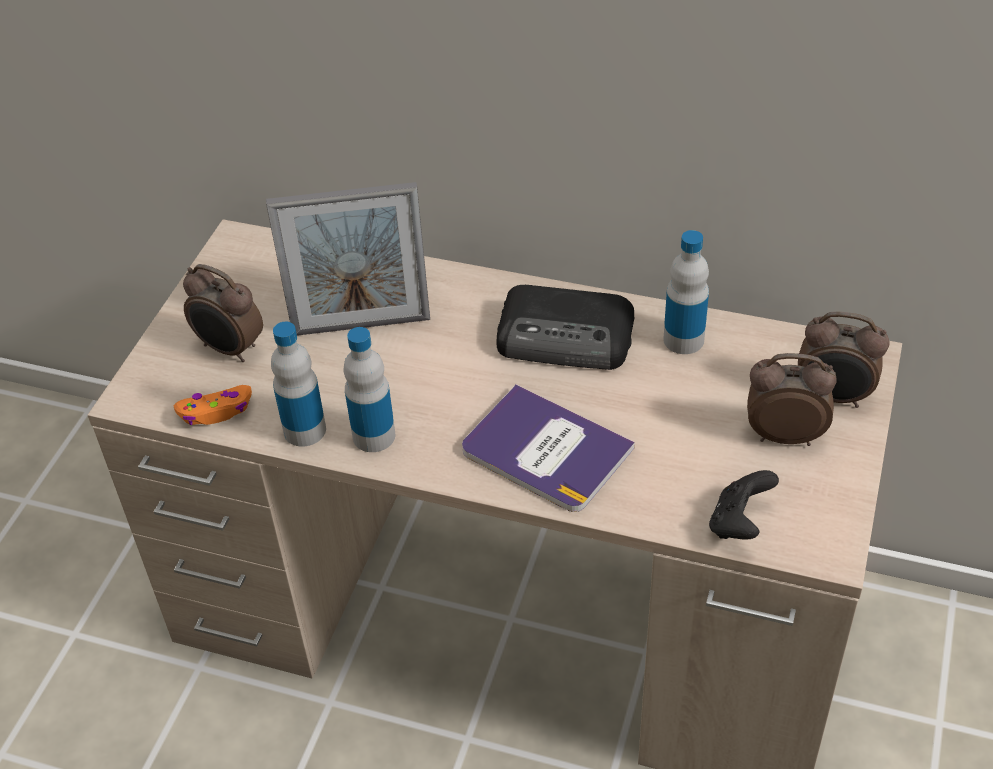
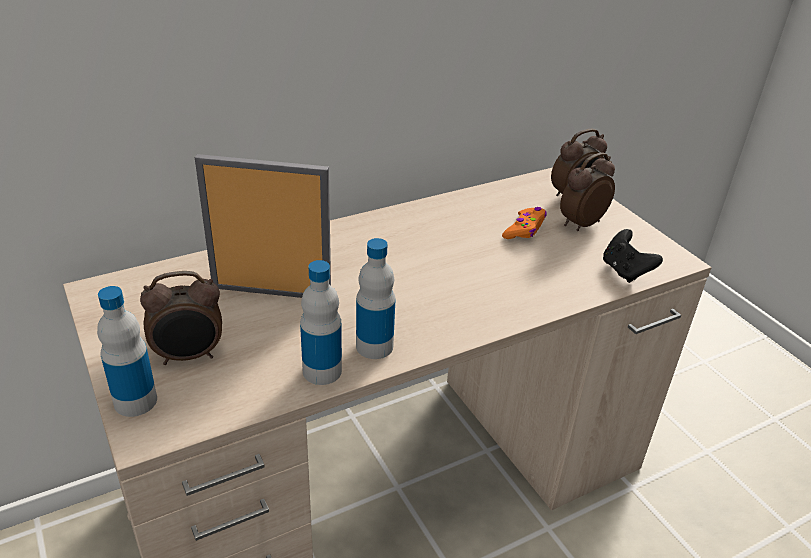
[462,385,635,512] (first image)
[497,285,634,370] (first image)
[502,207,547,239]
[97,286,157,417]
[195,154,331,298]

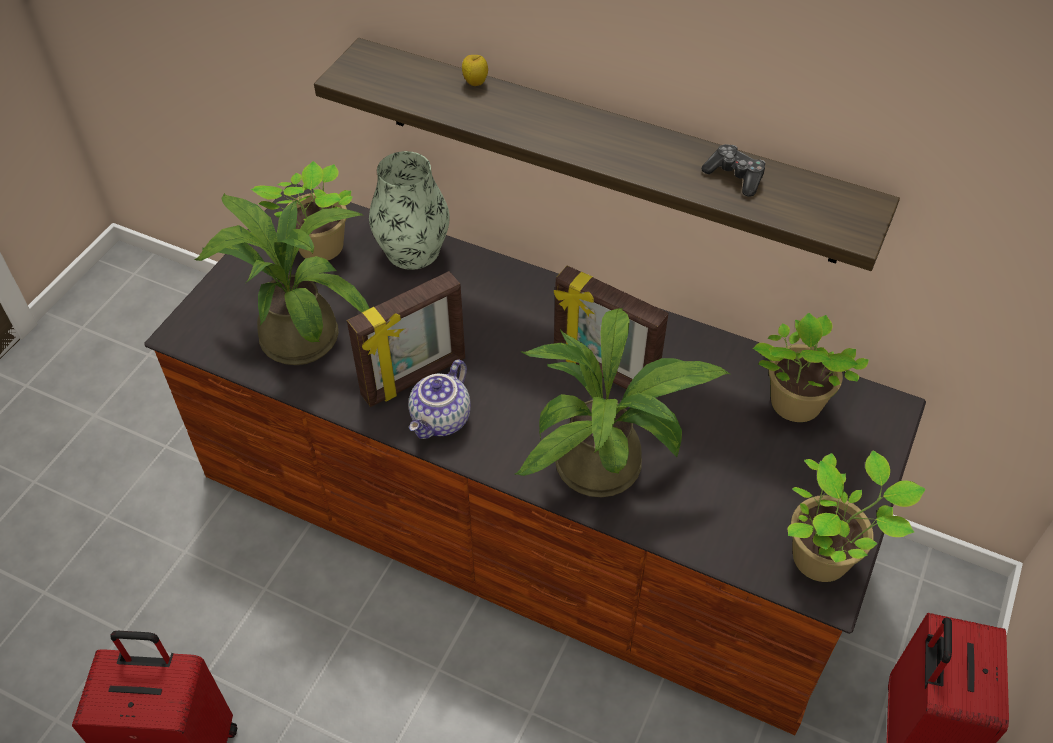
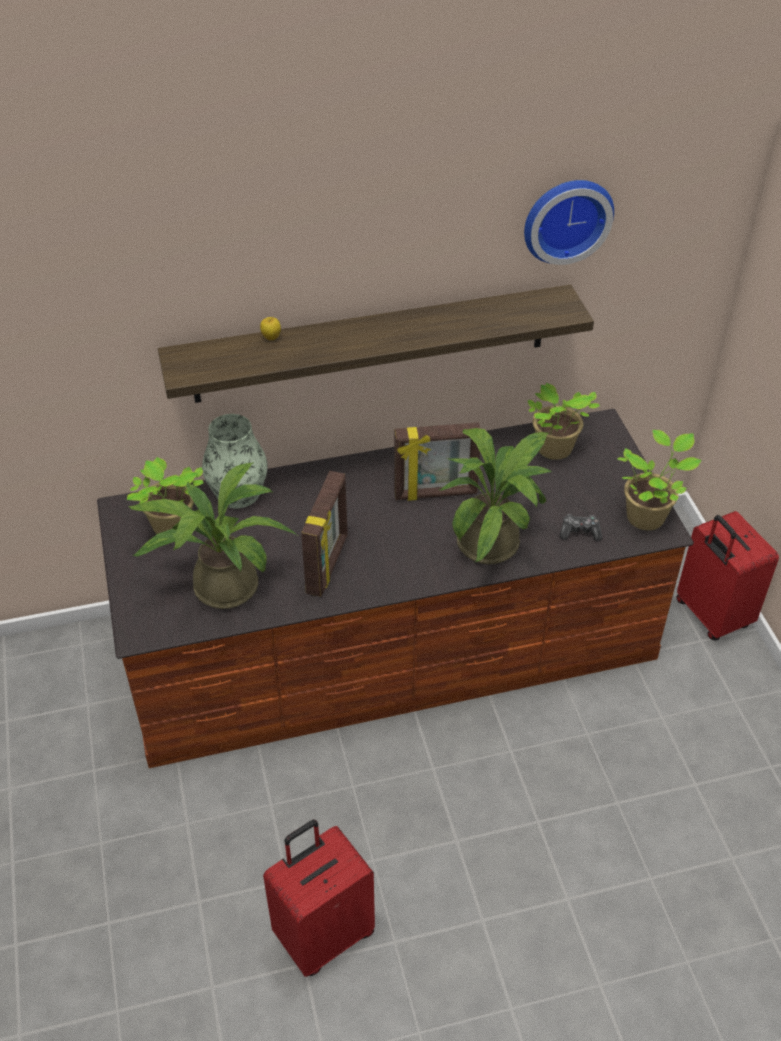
[409,359,471,439] (first image)
[524,180,614,265]
[560,514,602,541]

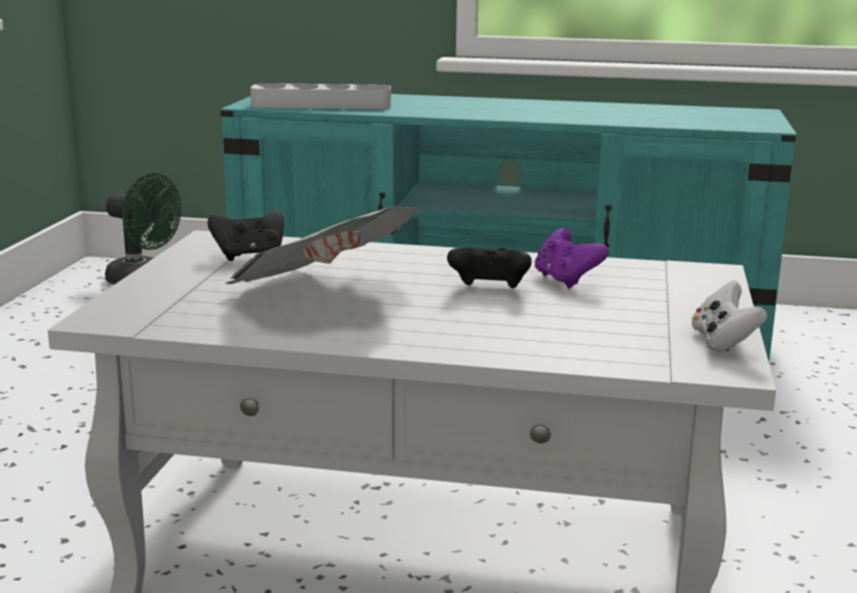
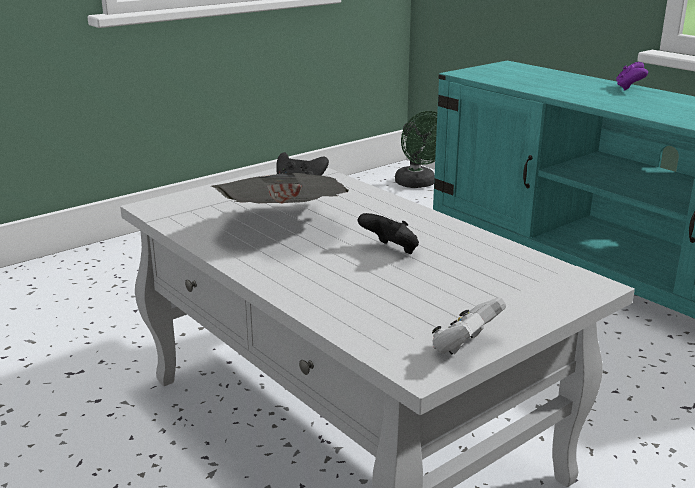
[250,83,391,109] (first image)
[616,62,648,91]

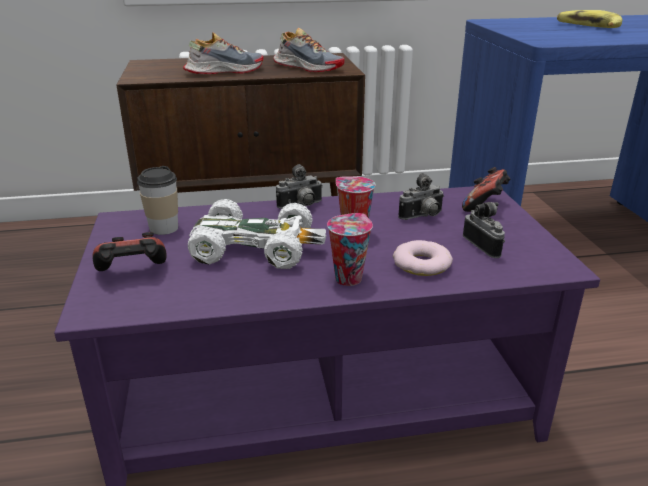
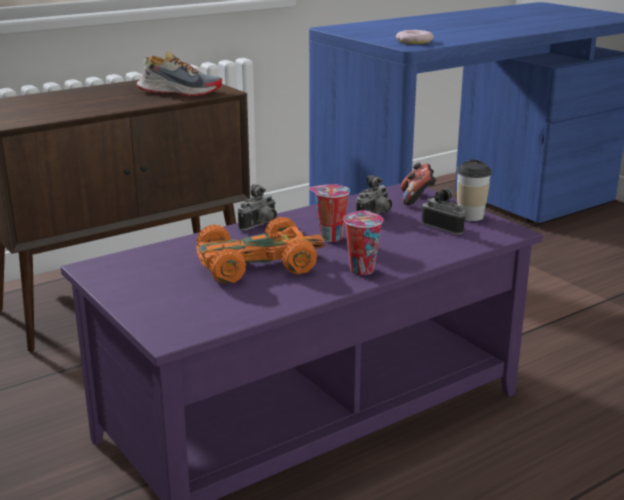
[93,232,167,271] (first image)
[183,32,264,74] (first image)
[557,10,622,28] (first image)
[457,160,491,221]
[396,30,434,44]
[196,217,325,284]

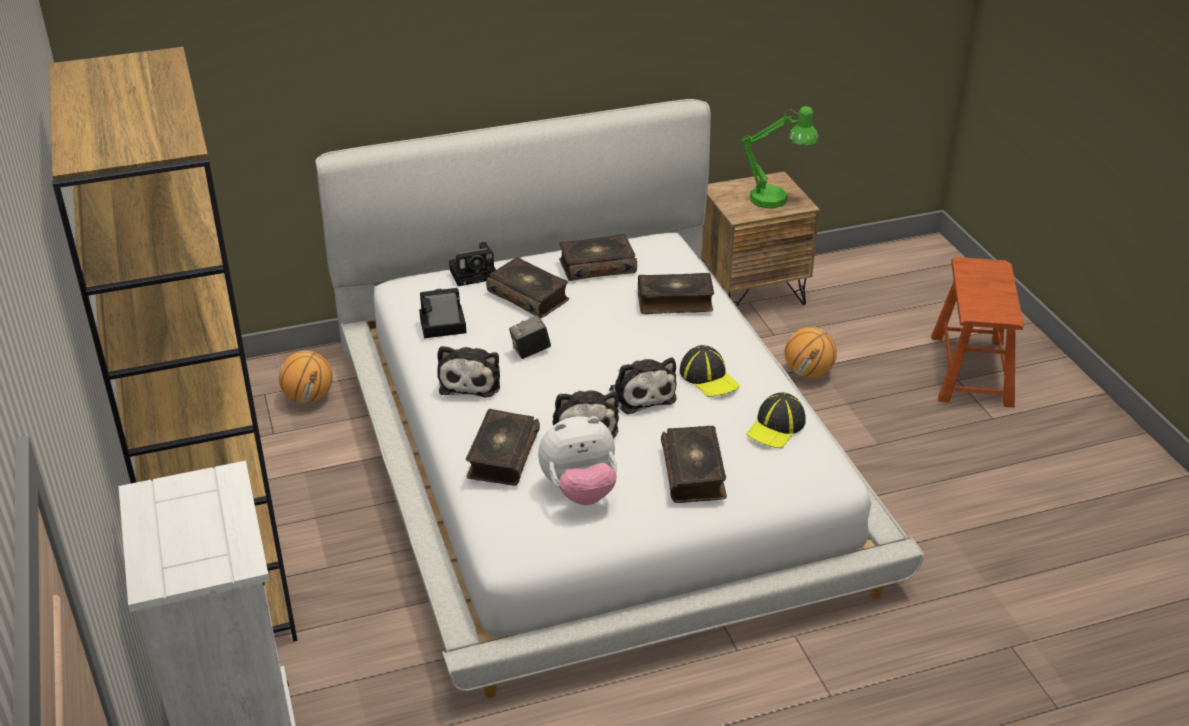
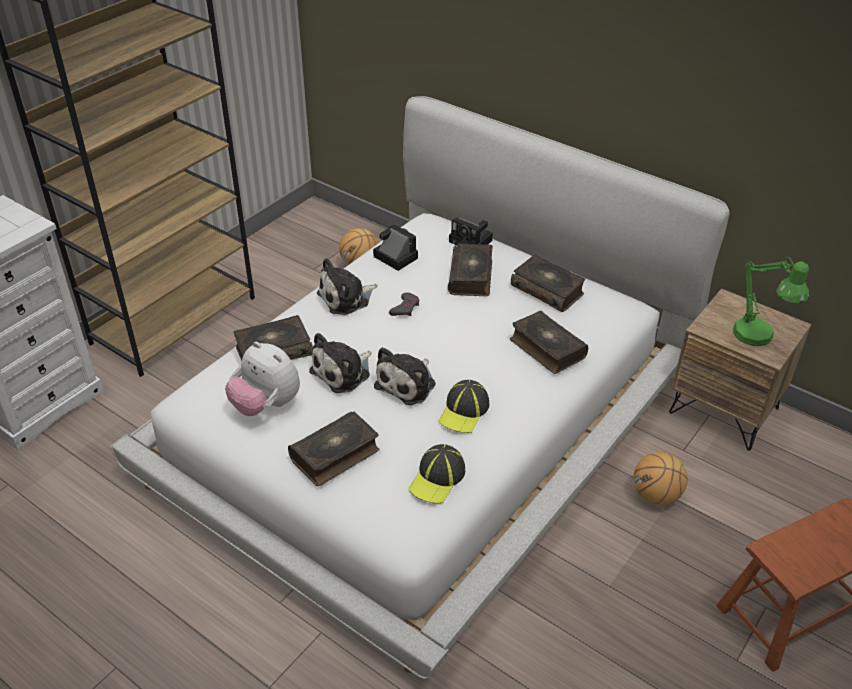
[389,292,419,316]
[408,444,465,504]

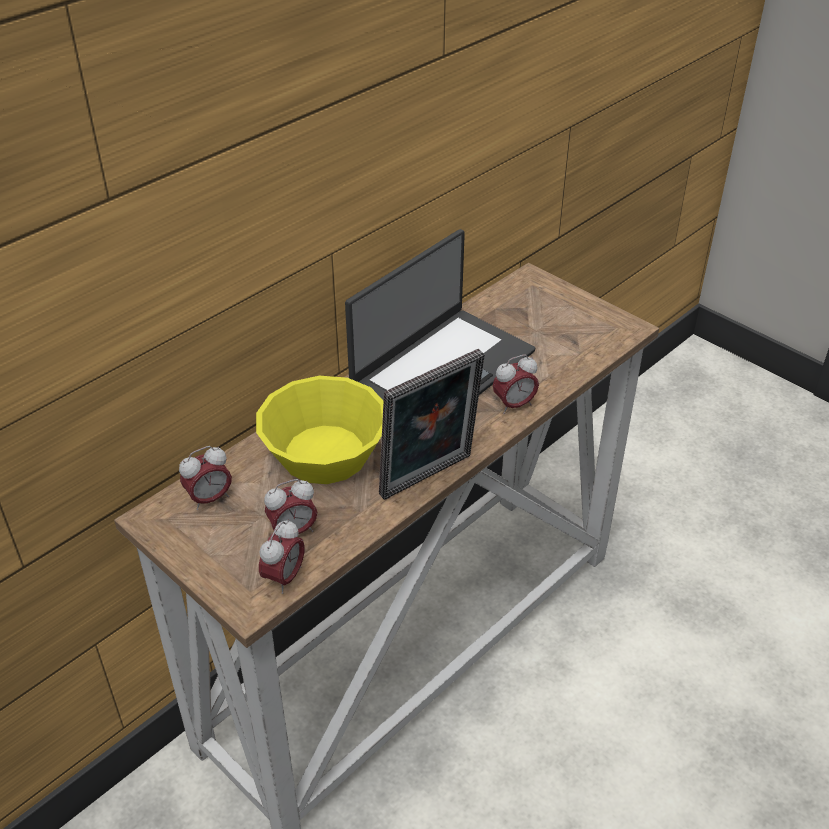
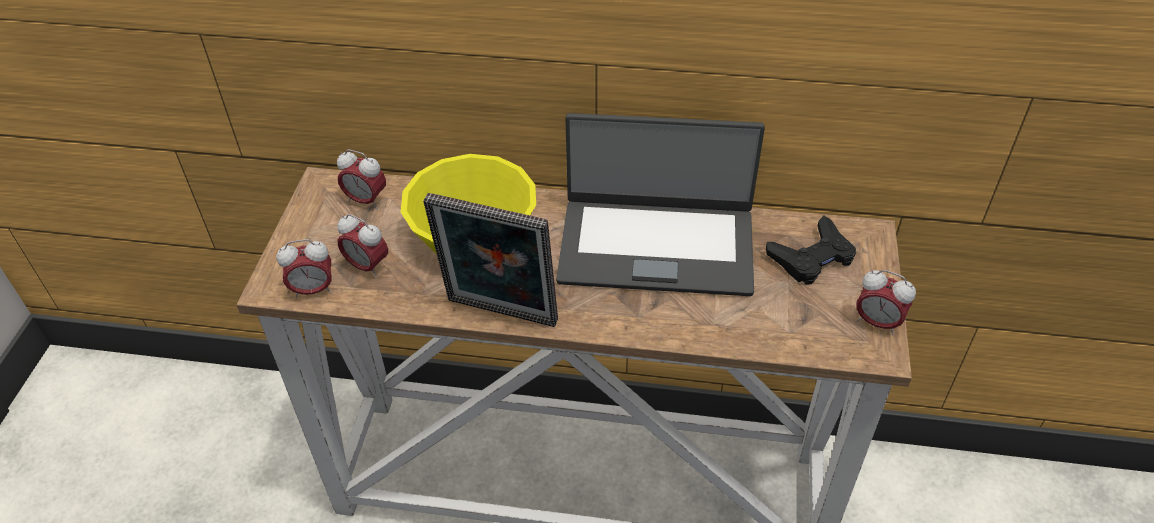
[766,216,857,285]
[856,270,916,335]

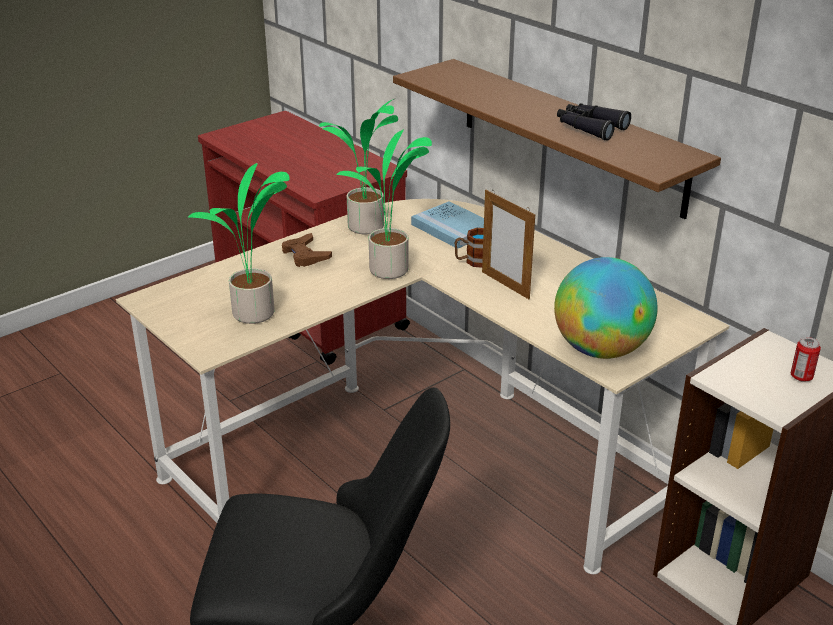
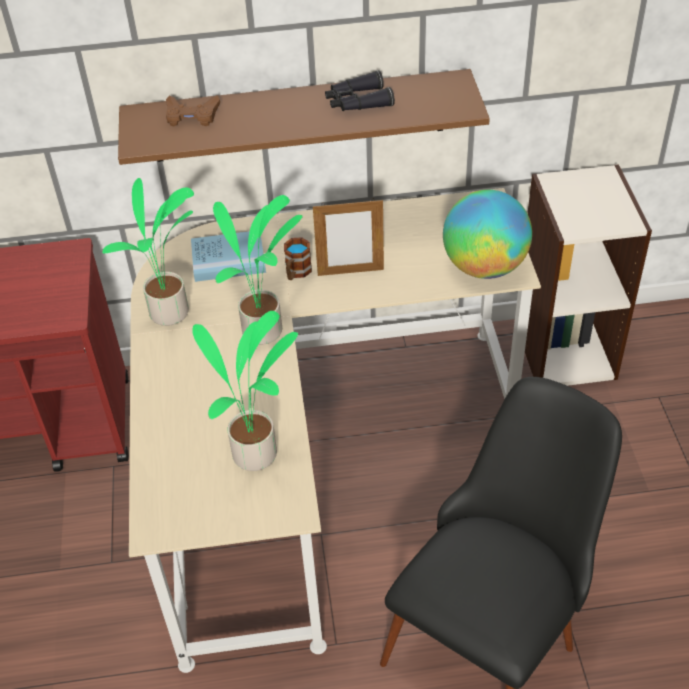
[791,337,821,382] (first image)
[166,95,220,127]

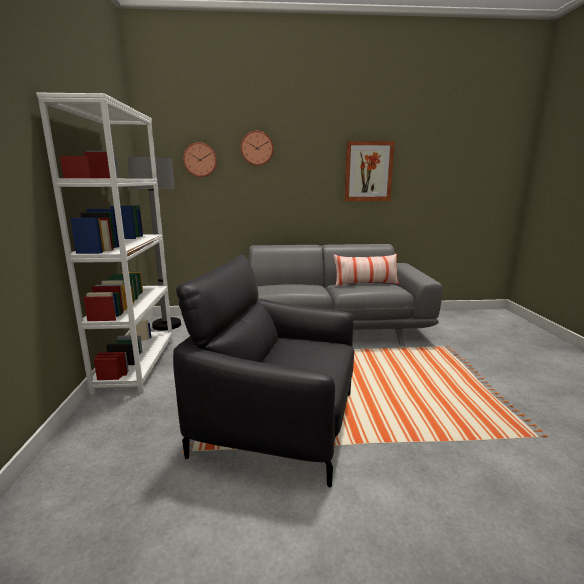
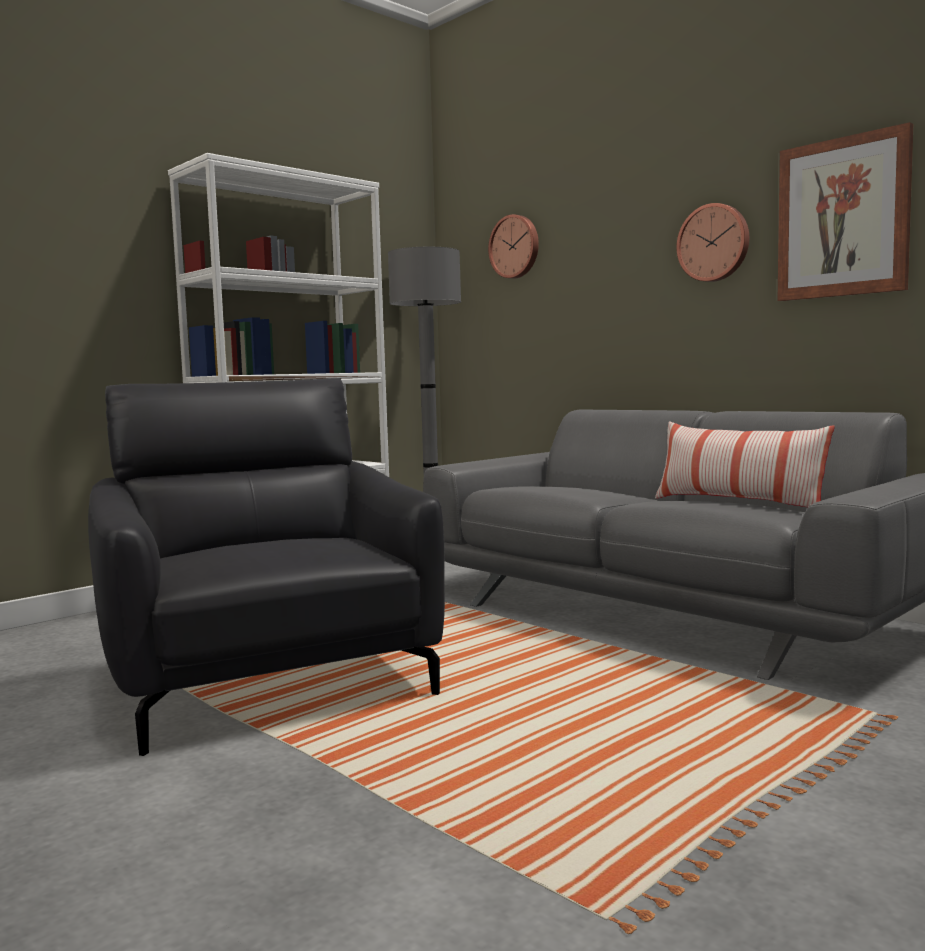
[676,203,749,282]

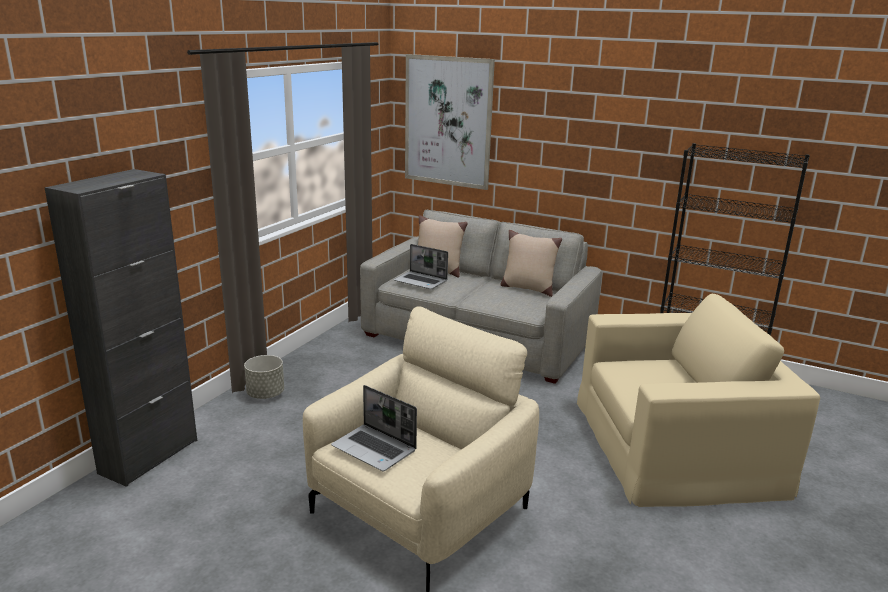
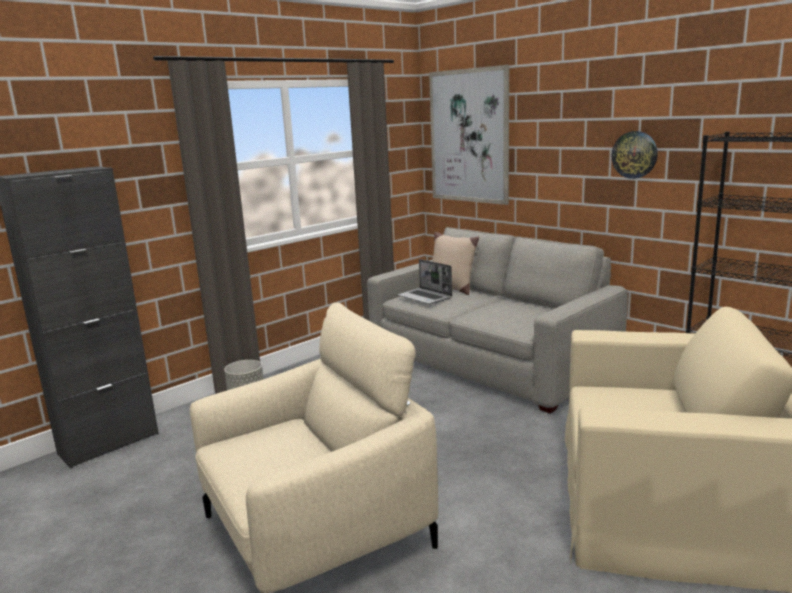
[331,385,417,471] (first image)
[501,230,562,297] (first image)
[612,131,658,179]

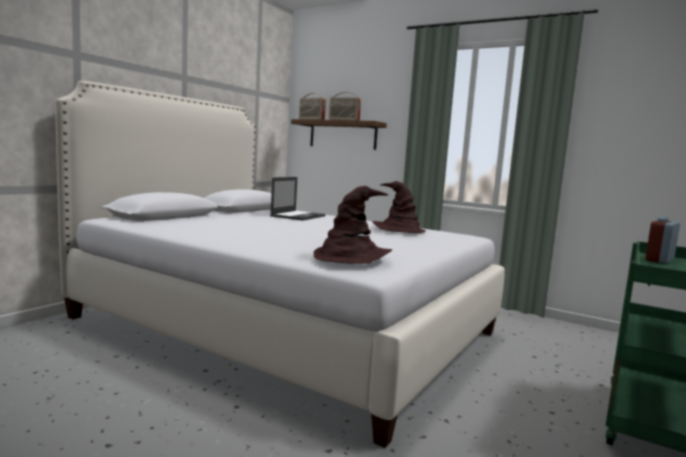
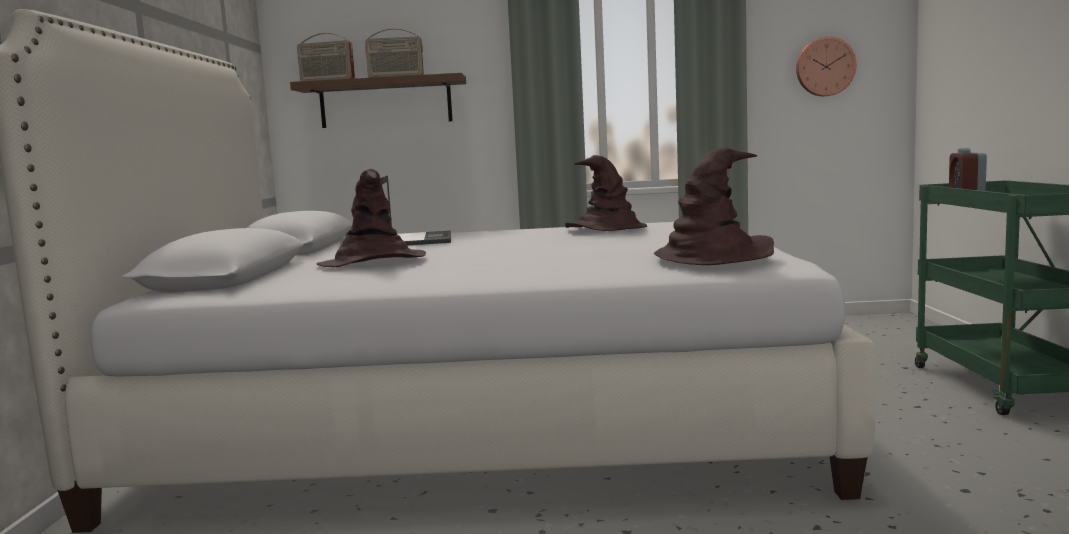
[317,169,426,267]
[796,37,856,96]

